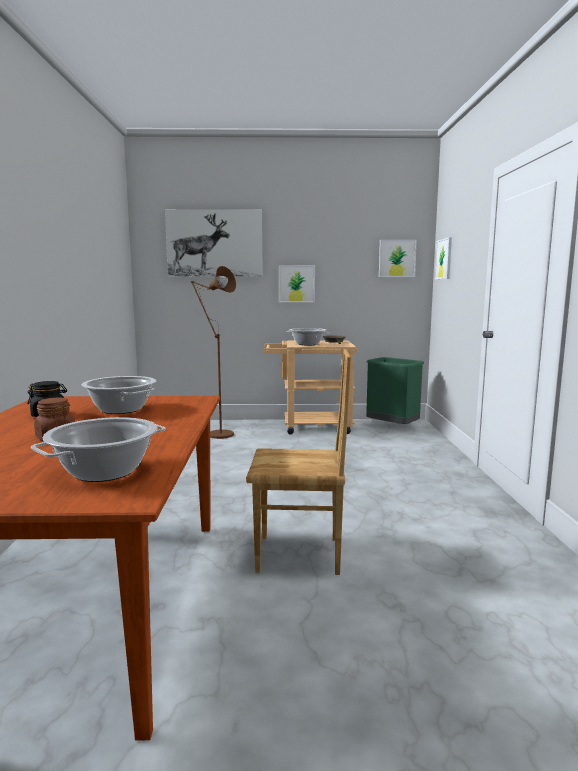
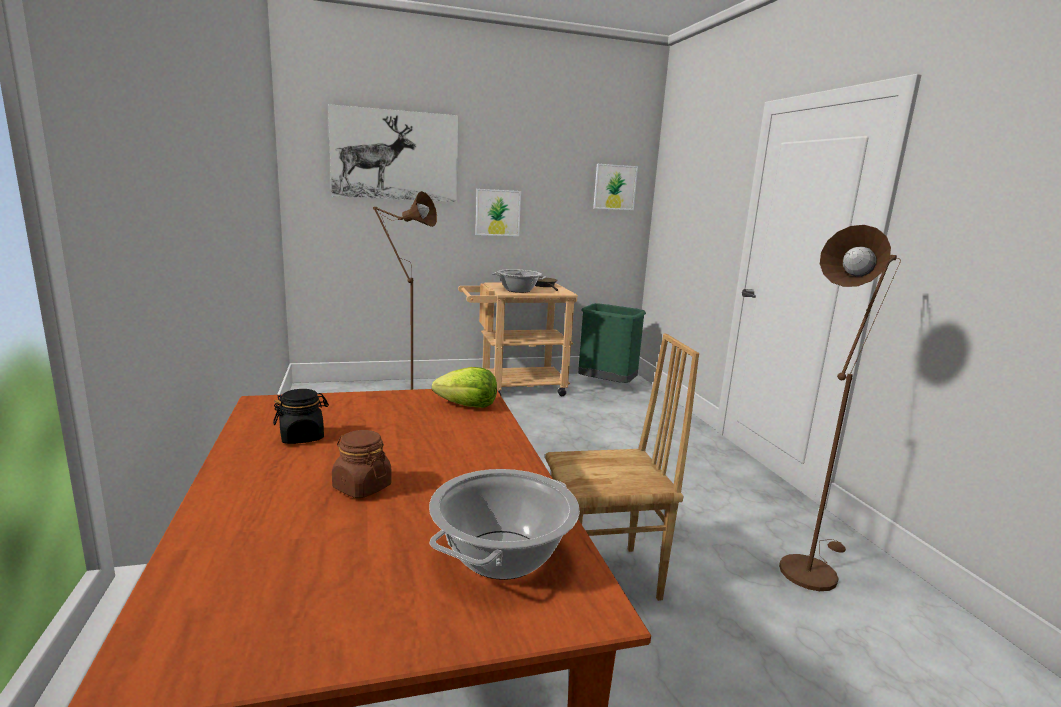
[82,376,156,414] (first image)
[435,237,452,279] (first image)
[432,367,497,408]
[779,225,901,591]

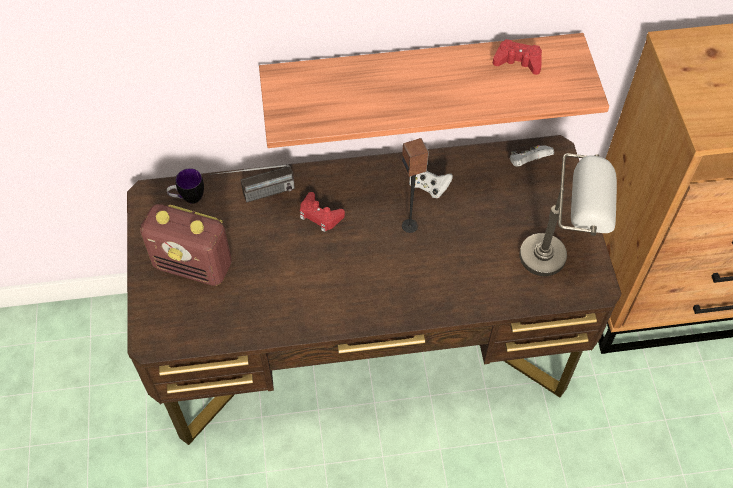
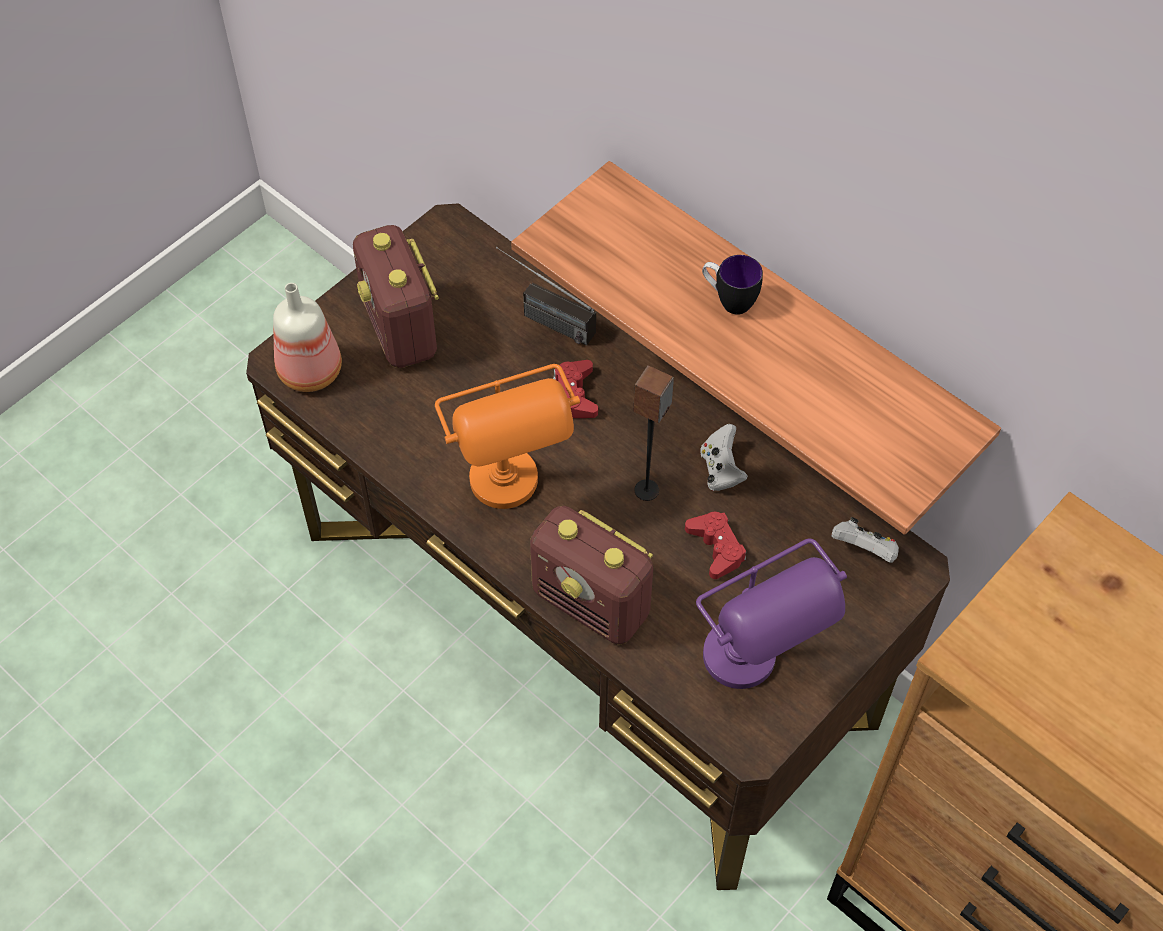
[273,283,342,392]
[435,364,580,509]
[530,506,653,645]
[702,255,763,315]
[685,512,746,579]
[696,539,847,689]

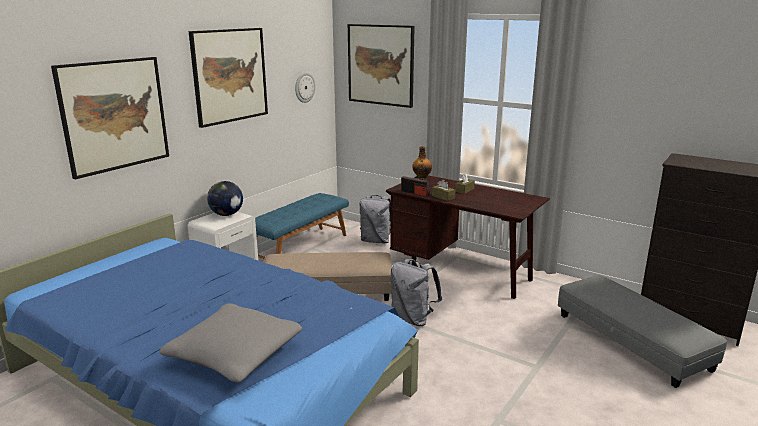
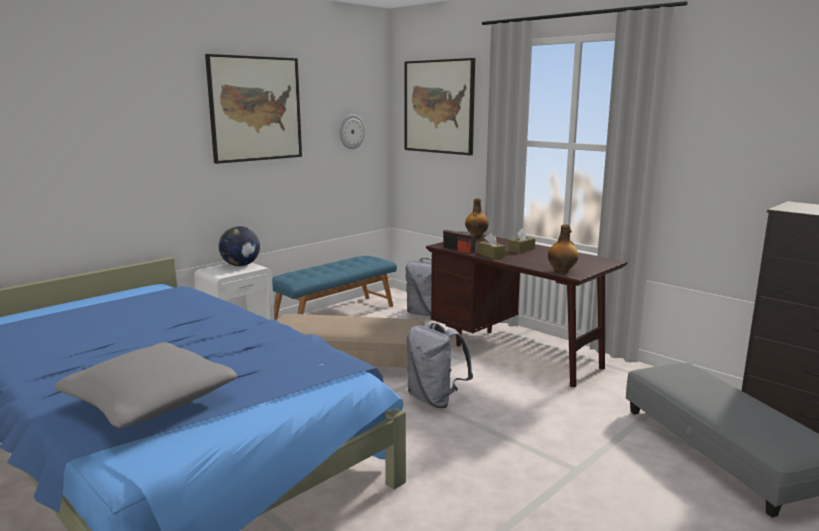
[51,57,169,179] (first image)
[548,224,579,274]

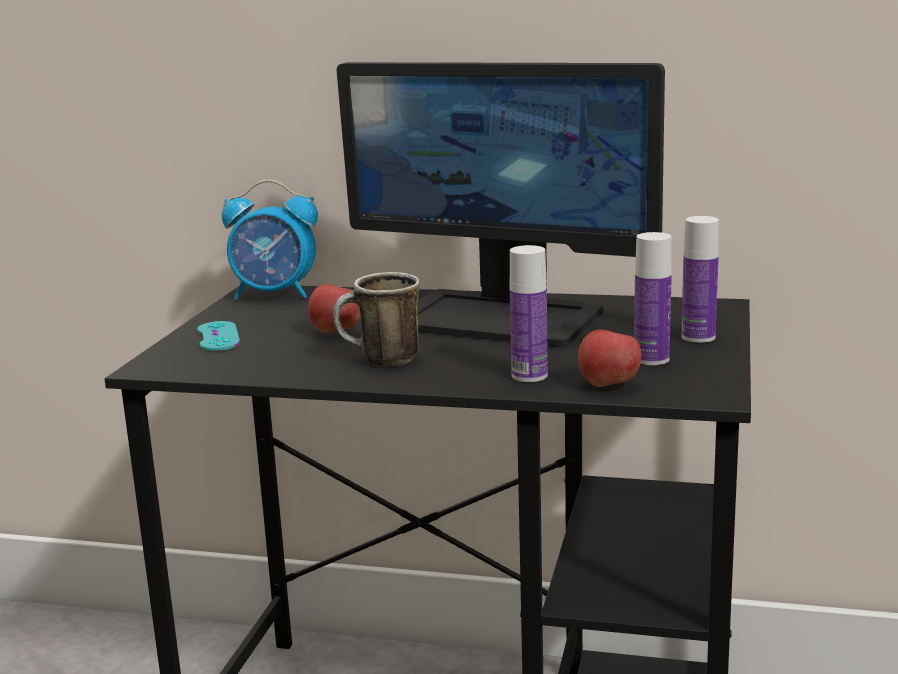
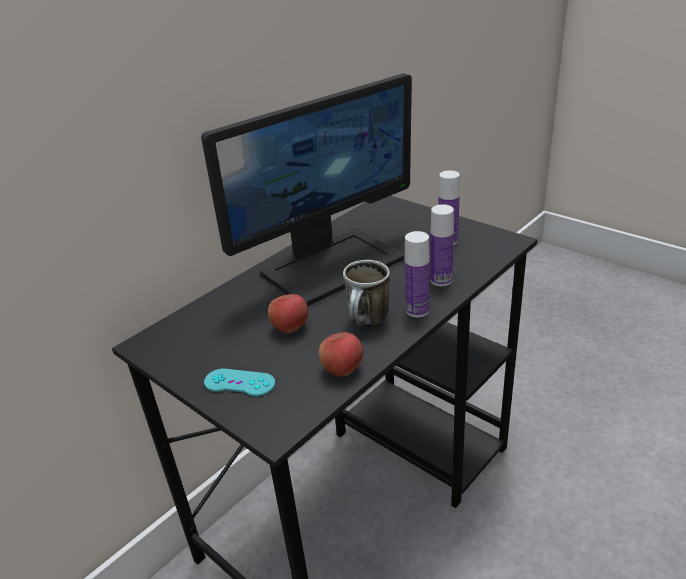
[222,179,318,300] (first image)
[319,332,363,377]
[405,231,430,317]

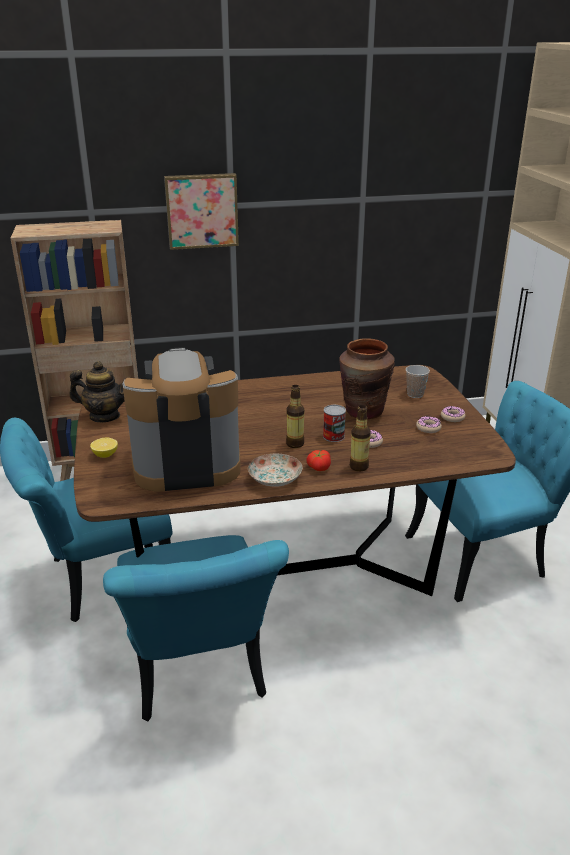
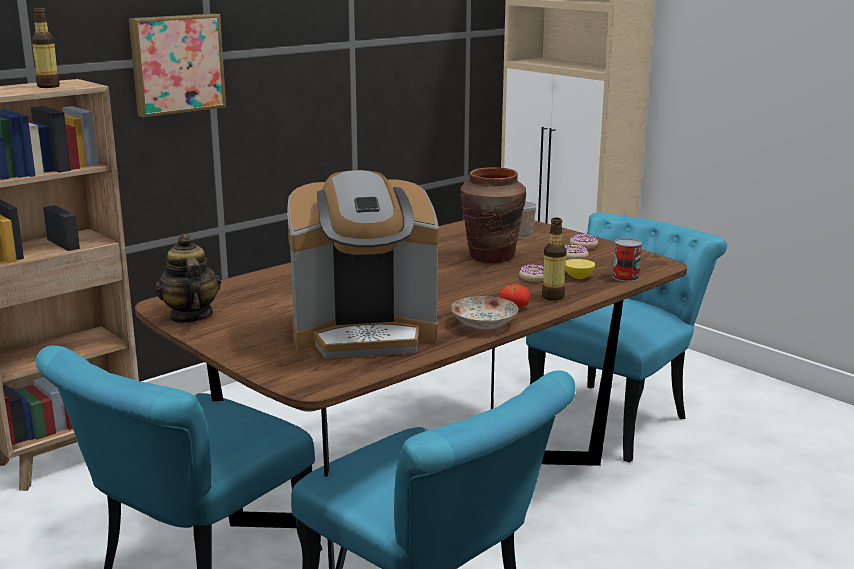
[565,259,595,279]
[32,8,60,88]
[613,238,642,282]
[155,234,221,323]
[287,170,439,359]

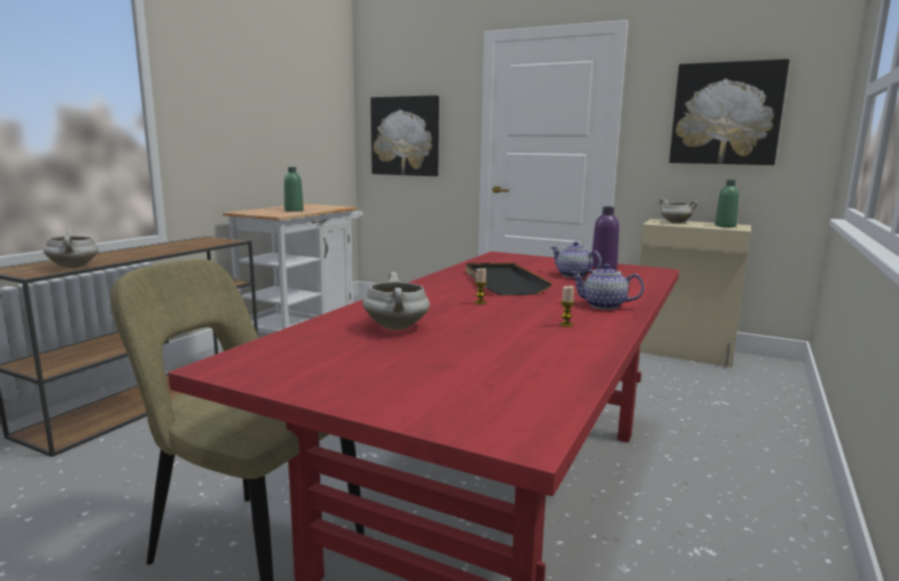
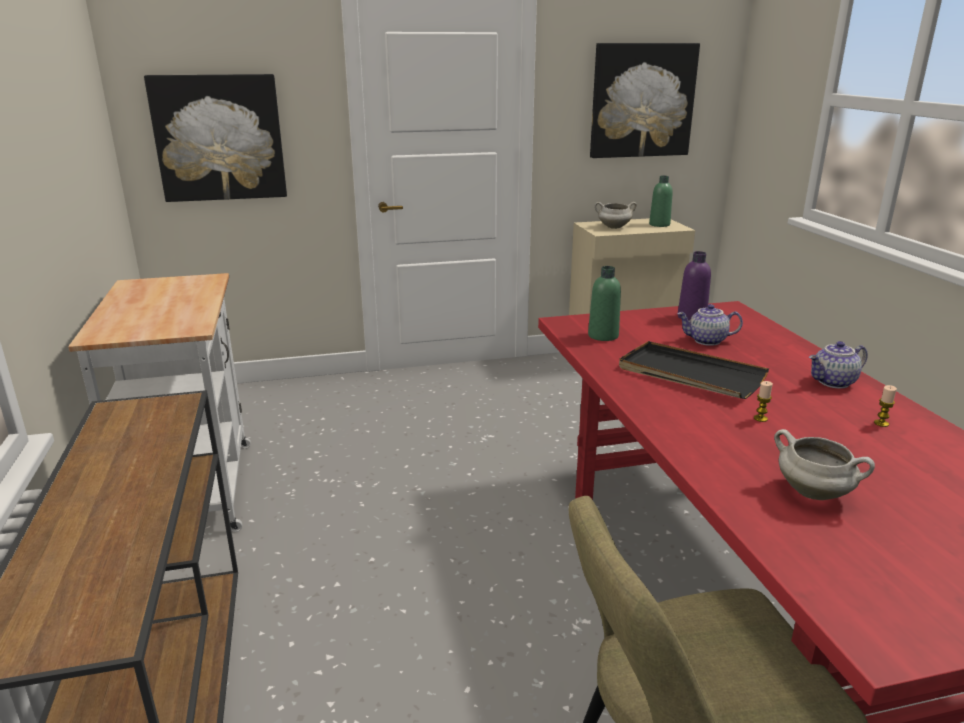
[43,230,99,268] (first image)
[588,266,621,341]

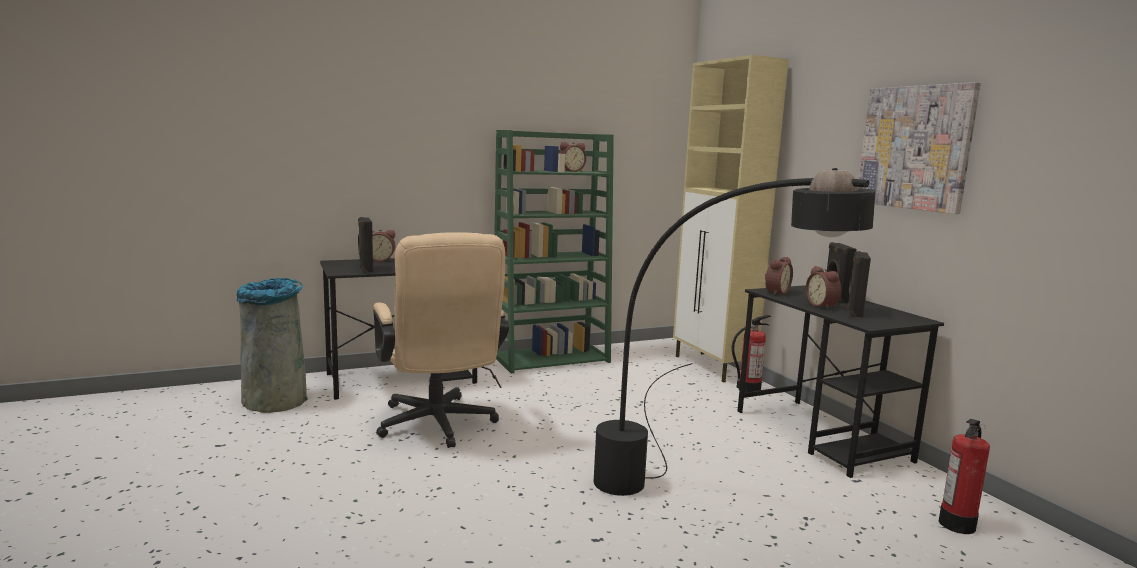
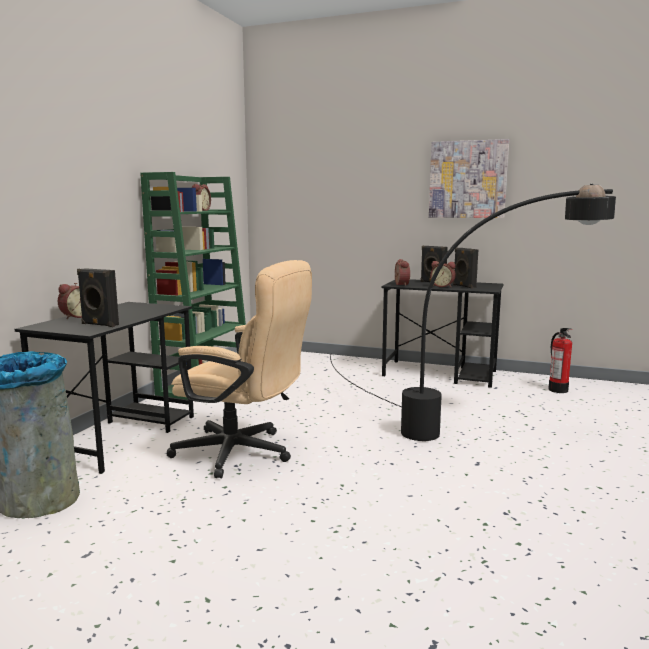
[673,55,789,382] (first image)
[732,315,771,392] (first image)

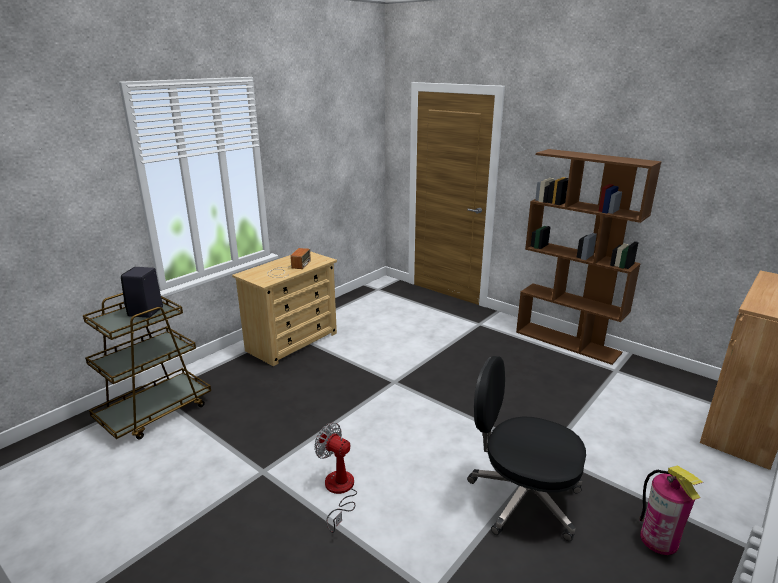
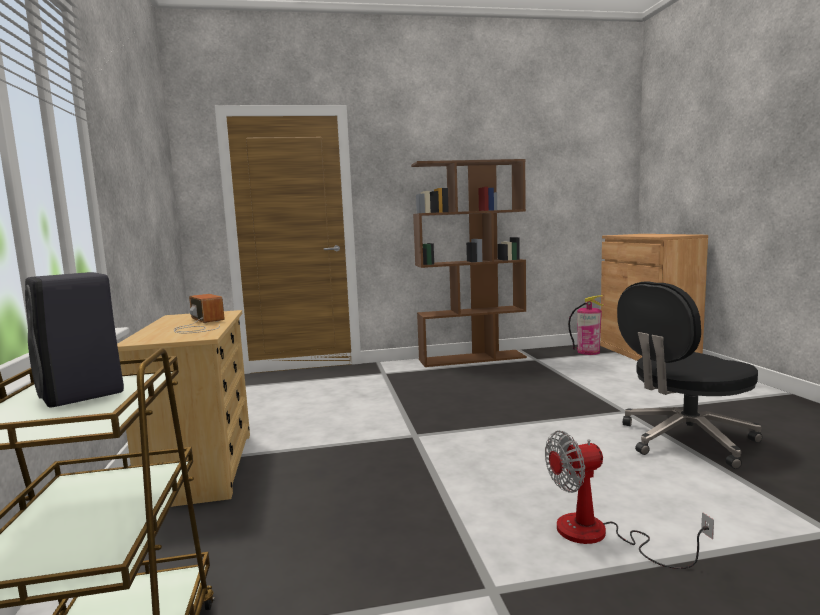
[568,295,605,355]

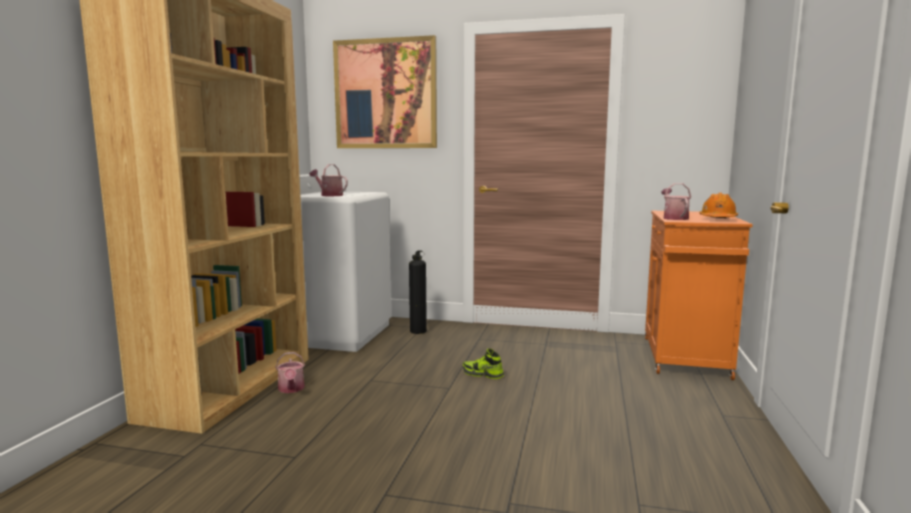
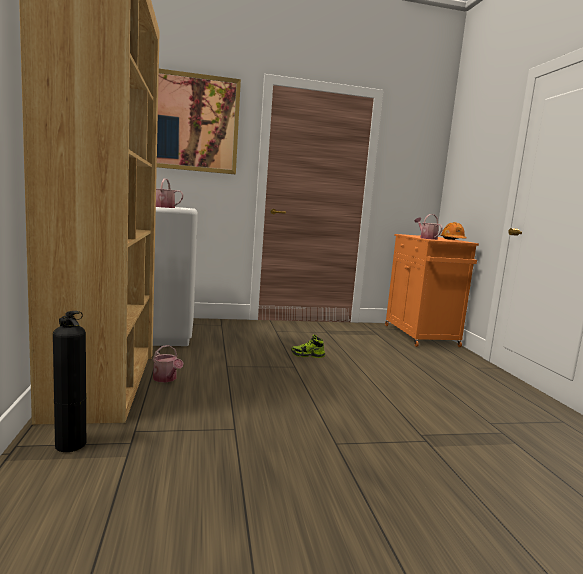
[53,311,86,452]

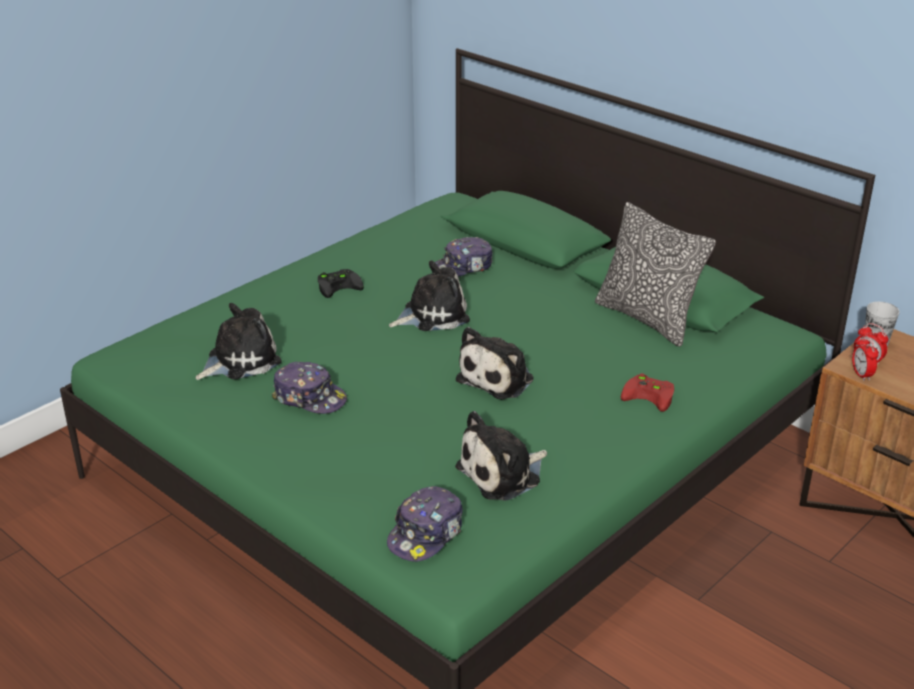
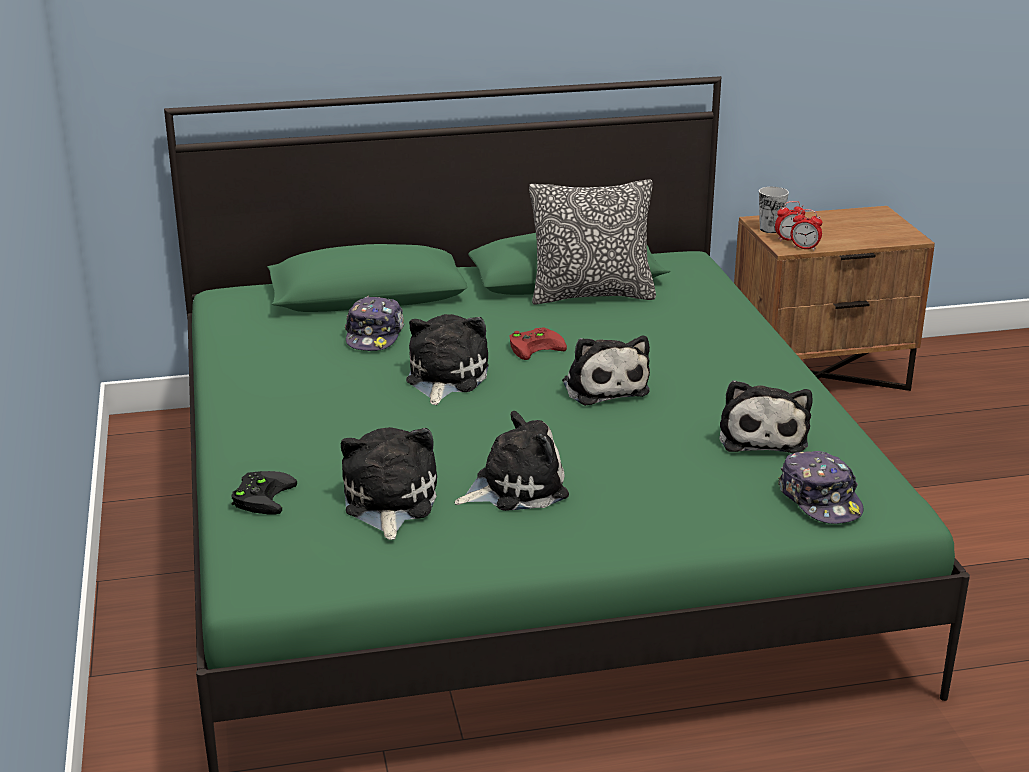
[231,471,297,515]
[509,327,567,360]
[455,411,569,511]

